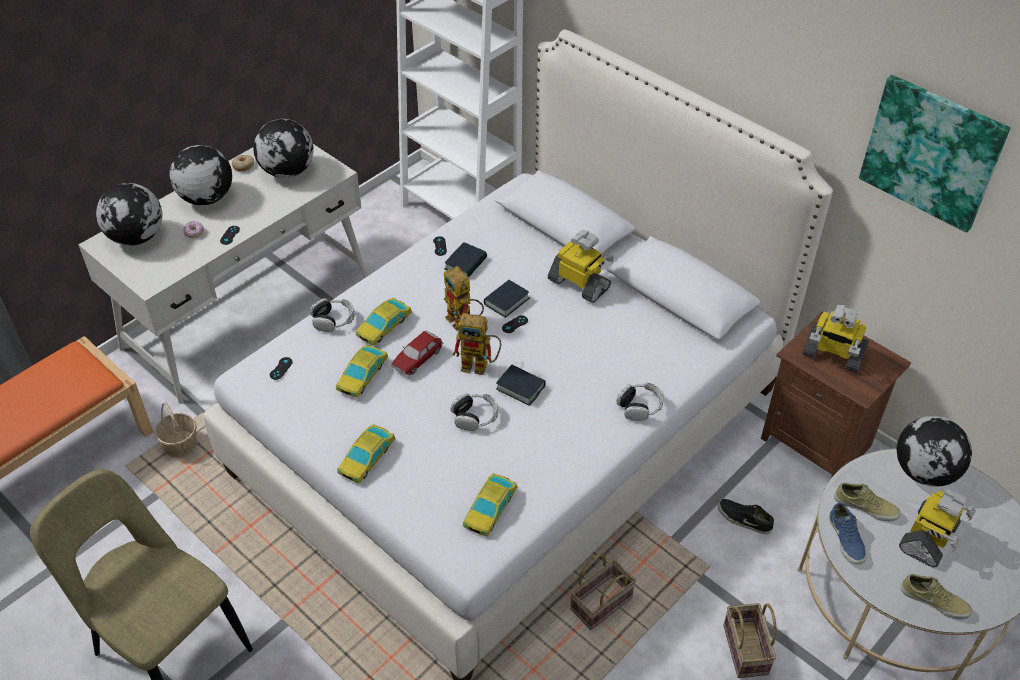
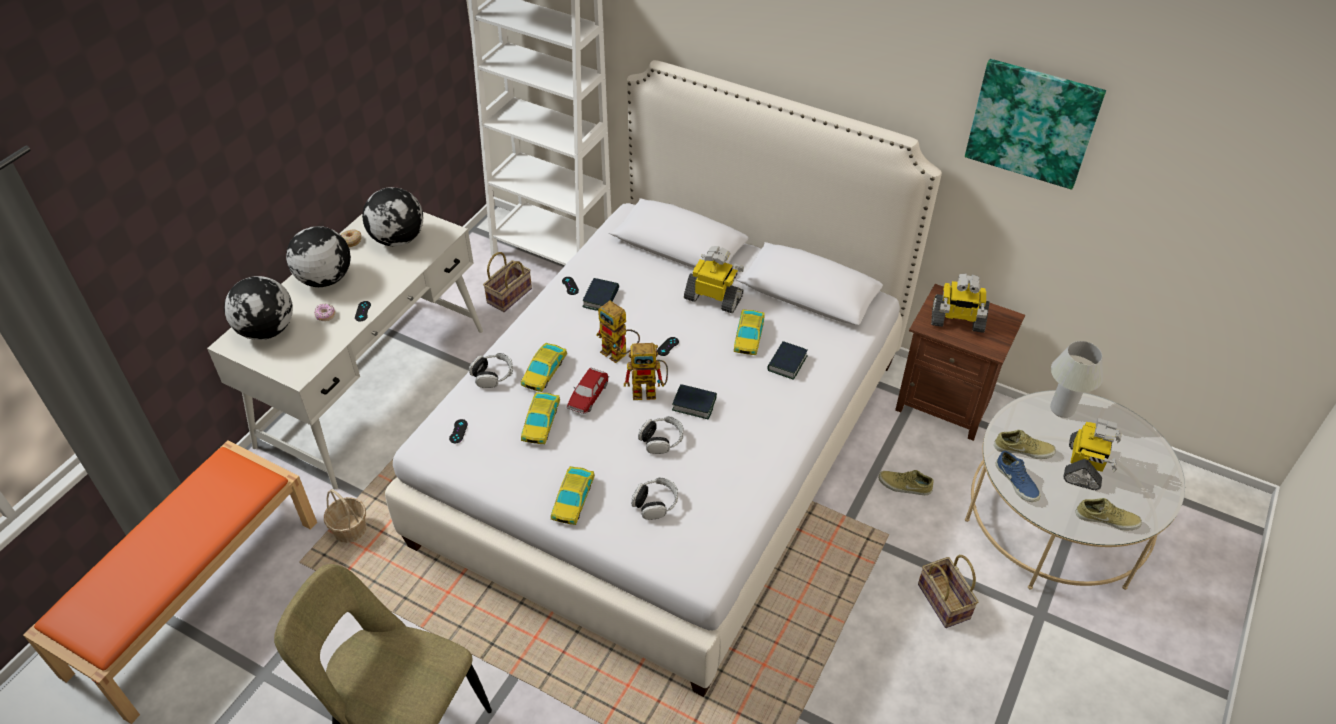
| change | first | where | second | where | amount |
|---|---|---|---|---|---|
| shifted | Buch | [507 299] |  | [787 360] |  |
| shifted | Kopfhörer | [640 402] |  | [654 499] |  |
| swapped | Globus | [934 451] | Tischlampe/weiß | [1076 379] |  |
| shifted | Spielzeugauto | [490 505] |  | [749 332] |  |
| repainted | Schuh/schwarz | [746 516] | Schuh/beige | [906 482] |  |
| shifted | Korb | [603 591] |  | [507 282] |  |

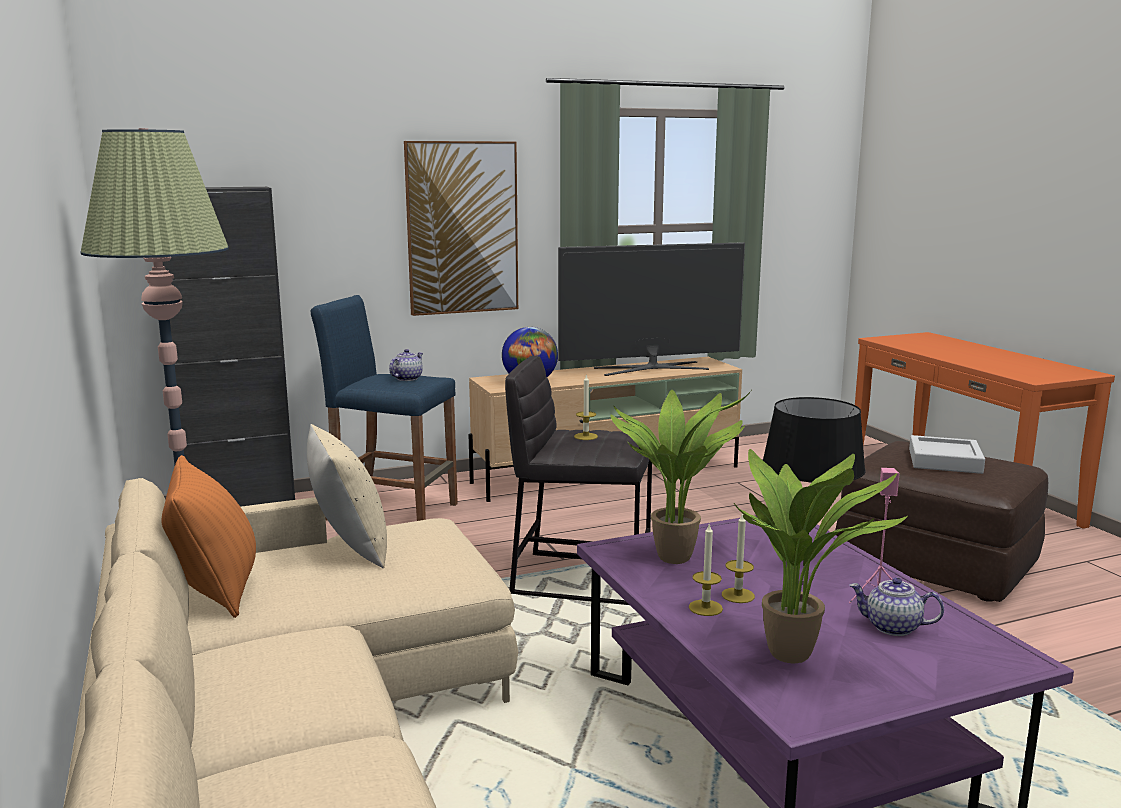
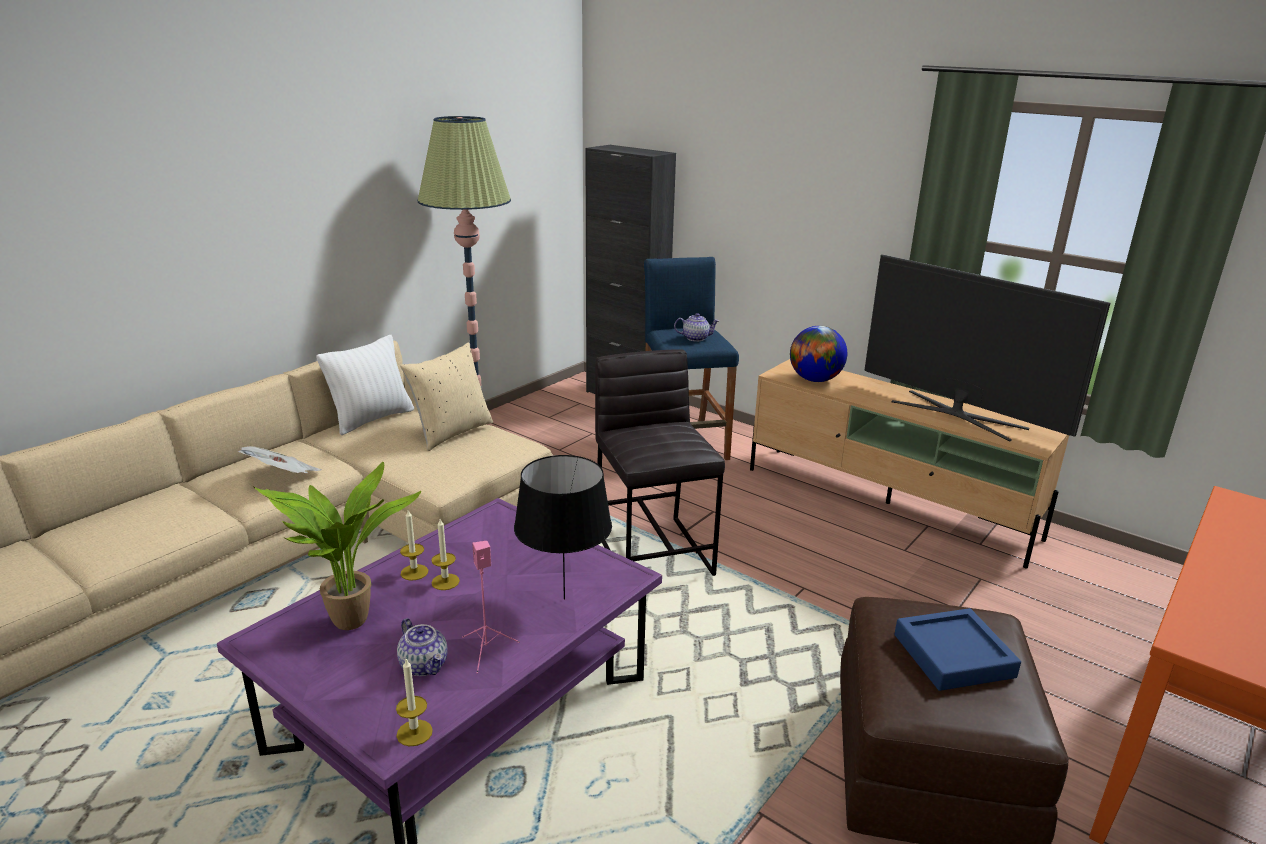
| change | first | where | second | where | amount |
|---|---|---|---|---|---|
| gone | Bild | [461 228] |  |  |  |
| shifted | Kerze | [586 407] |  | [414 702] |  |
| gone | Topfpflanze | [681 477] |  |  |  |
| repainted | Tablett/grau | [947 454] | Tablett/blau | [958 649] |  |
| repainted | Kissen/orange | [208 536] | Kissen/weiß | [365 385] |  |
| rotated | Teekanne | [896 606] |  | [422 647] | 150 degrees clockwise |
| new |  |  | Zeitung | [280 459] |  |

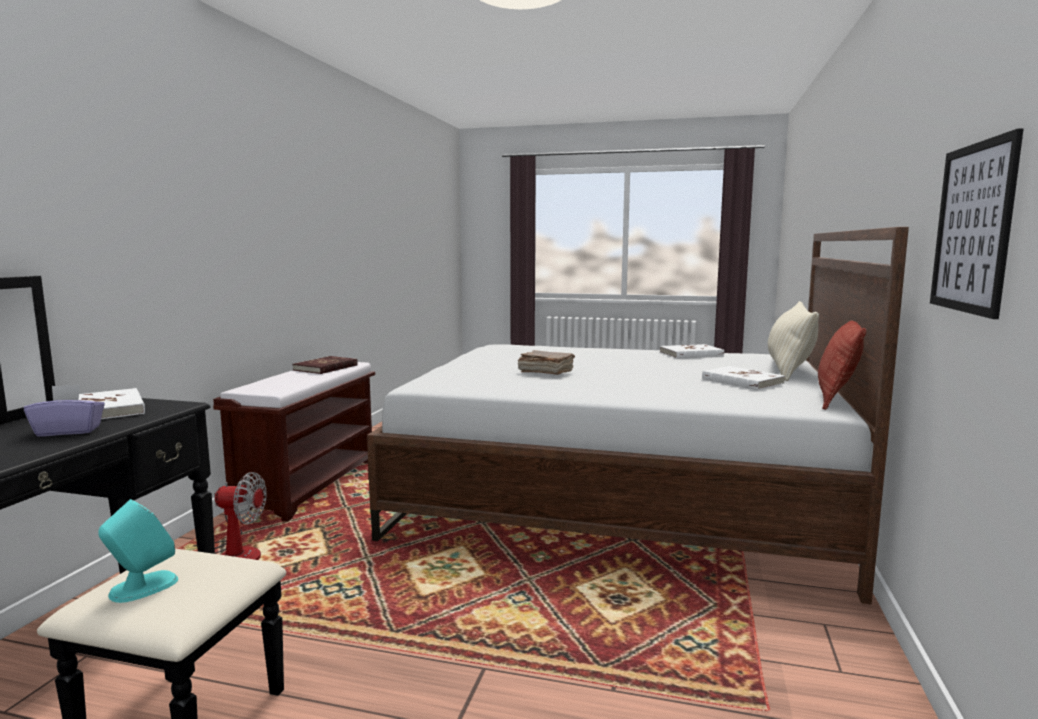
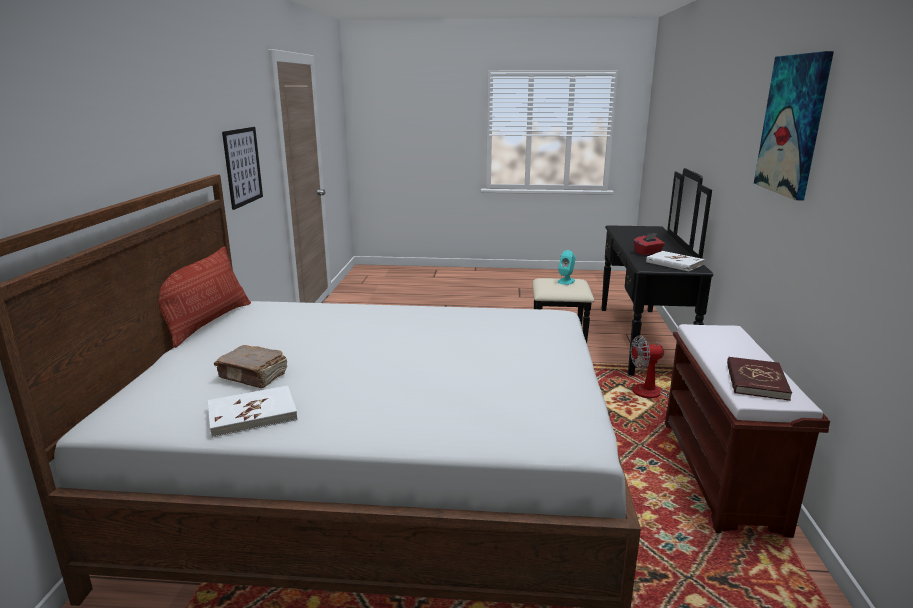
| change | first | where | second | where | amount |
|---|---|---|---|---|---|
| gone | Kissen/beige | [793 341] |  |  |  |
| shifted | Buch/braun | [546 362] |  | [250 366] |  |
| gone | Buch/weiß | [743 378] |  |  |  |
| repainted | Taschentuchbox/lila | [64 410] | Taschentuchbox/rot | [649 244] |  |
| new |  |  | Bild | [794 125] |  |

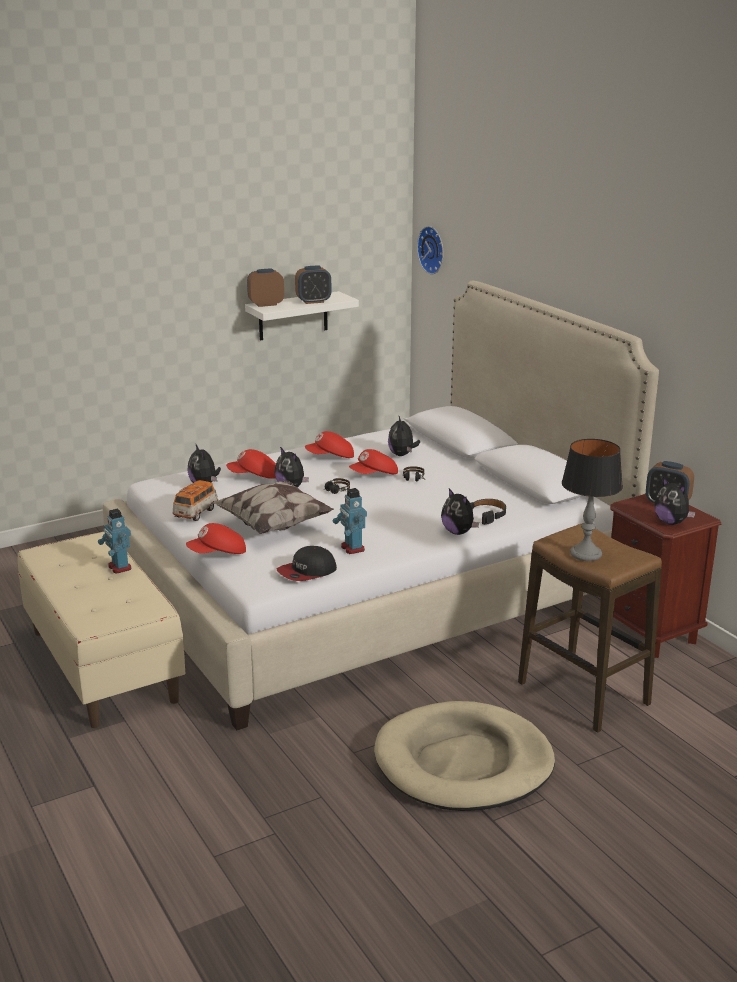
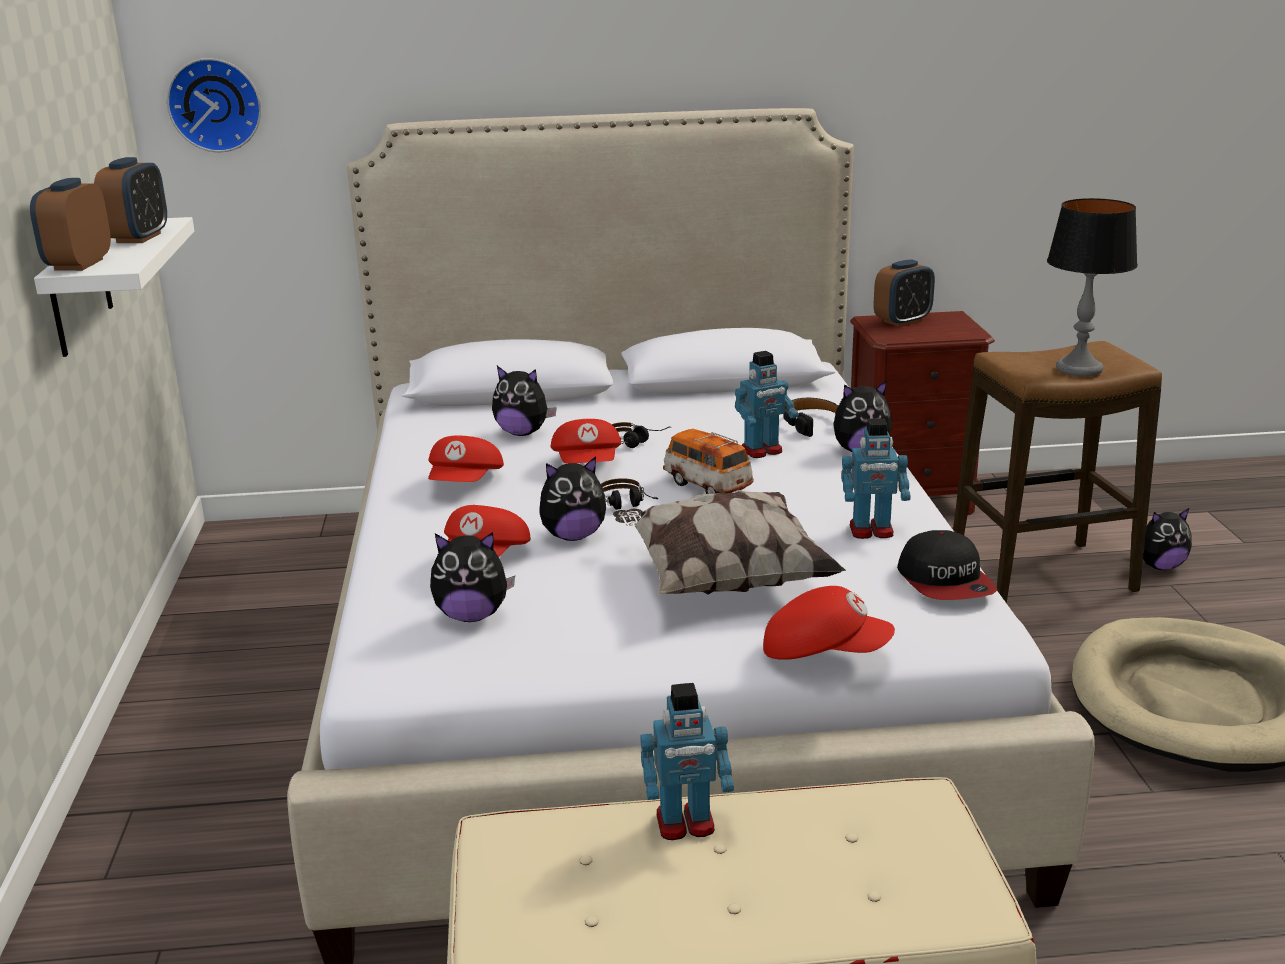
| change | first | where | second | where | amount |
|---|---|---|---|---|---|
| shifted | Plüschtier | [675 501] |  | [1167 539] |  |
| shifted | Spielzeugauto | [195 500] |  | [708 461] |  |
| rotated | Kappe/rot | [216 538] |  | [829 623] | 75 degrees counterclockwise |
| new |  |  | Spielzeugroboter | [766 404] |  |

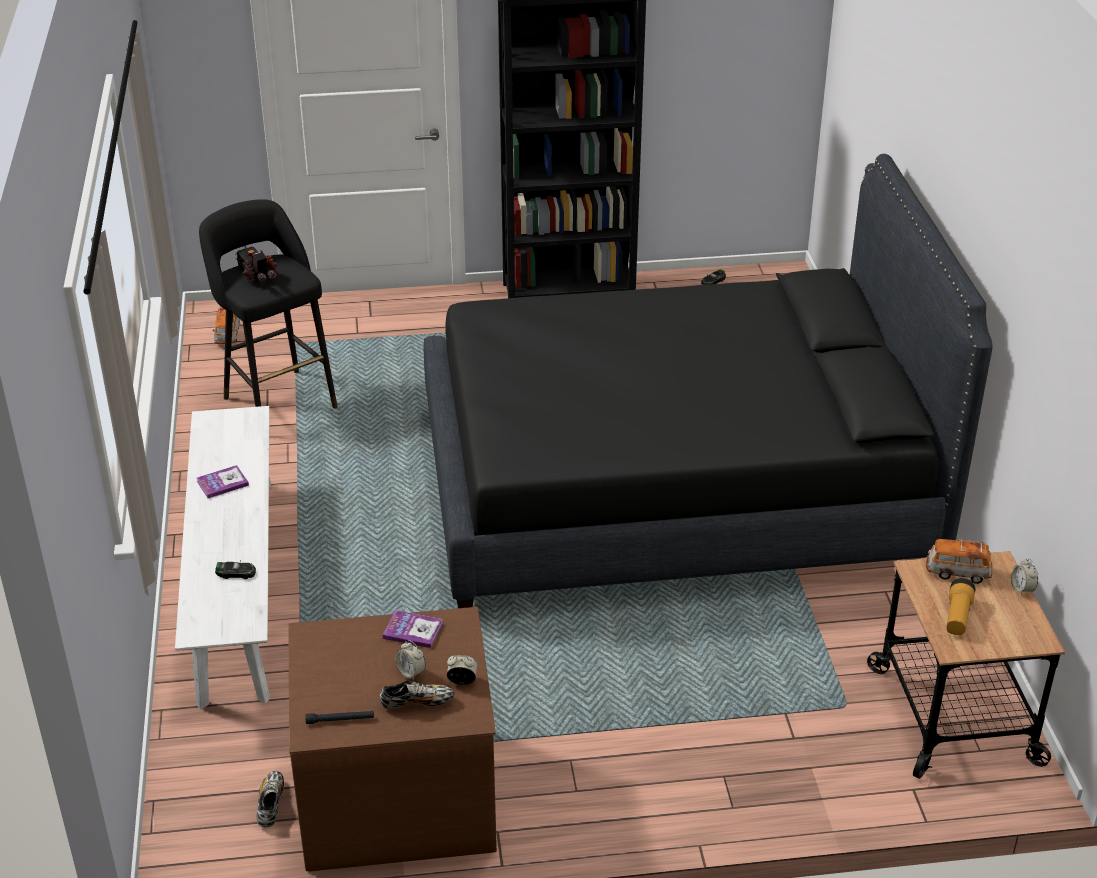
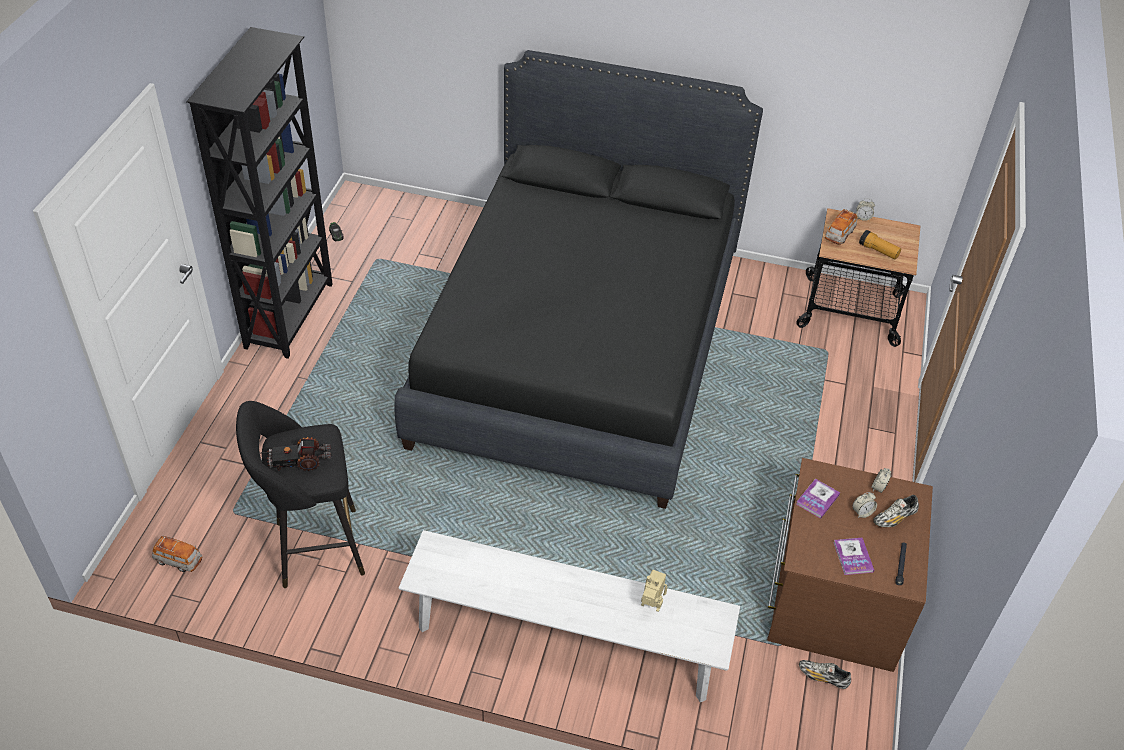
| change | first | where | second | where | amount |
|---|---|---|---|---|---|
| shifted | Buch | [223 481] |  | [853 556] |  |
| swapped | Spielzeugauto | [235 570] | Spielzeugroboter | [654 591] |  |
| rotated | Schuh | [417 695] |  | [896 511] | 135 degrees counterclockwise |

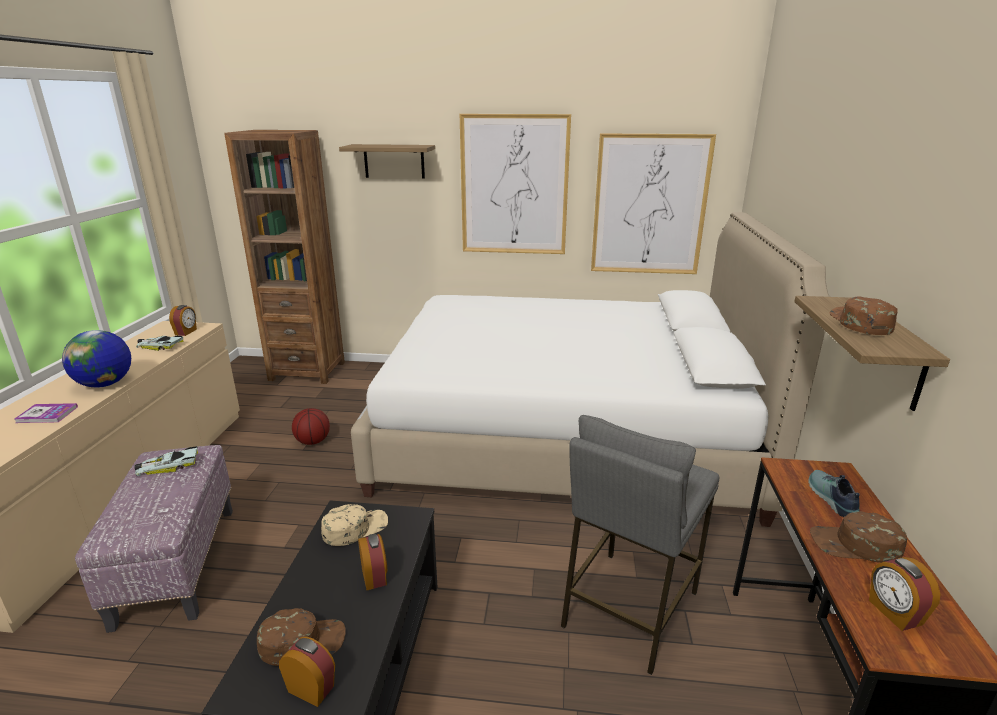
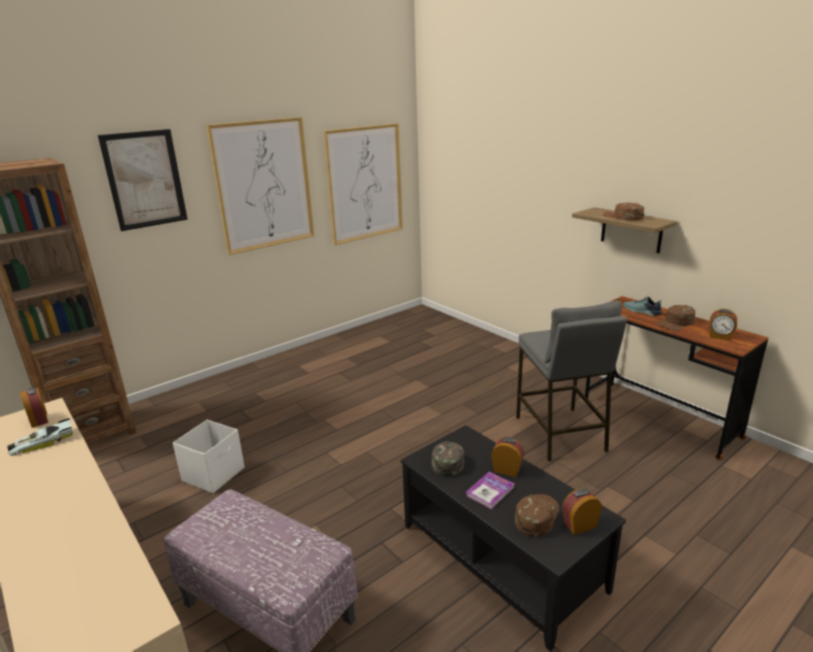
| change | first | where | second | where | amount |
|---|---|---|---|---|---|
| swapped | Wandregal | [387 161] | Bild | [143 180] |  |
| gone | Bett/weiß | [590 369] |  |  |  |
| gone | Globus | [96 359] |  |  |  |
| shifted | Buch | [46 413] |  | [489 490] |  |
| swapped | Basketball | [311 426] | Aufbewahrungsbox/weiß | [209 456] |  |
| gone | Spielzeugauto | [166 461] |  |  |  |
| repainted | Kappe/beige | [354 525] | Kappe/grün | [447 458] |  |

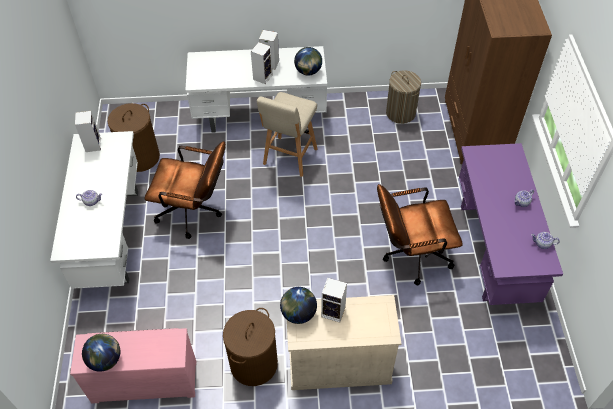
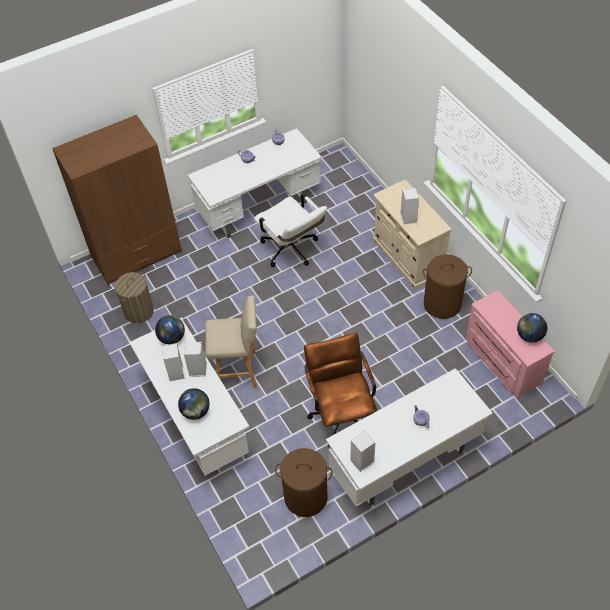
| change | first | where | second | where | amount |
|---|---|---|---|---|---|
| repainted | Schreibtisch/lila | [511 224] | Schreibtisch/weiß | [255 183] |  |
| repainted | Bürostuhl/braun | [420 234] | Bürostuhl/weiß | [290 230] |  |
| shifted | Globus | [298 305] |  | [194 404] |  |

